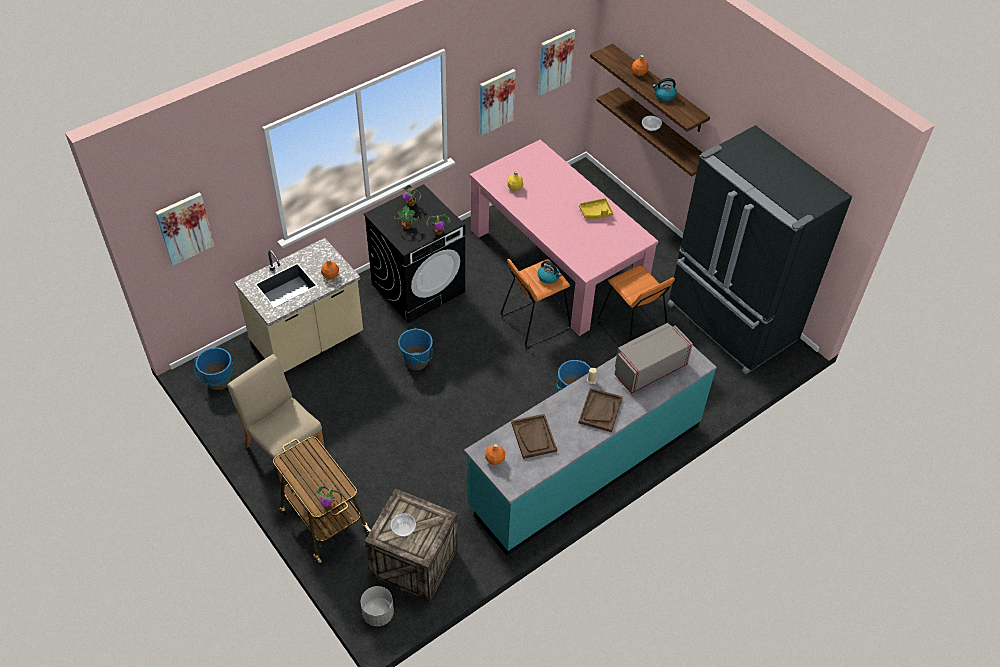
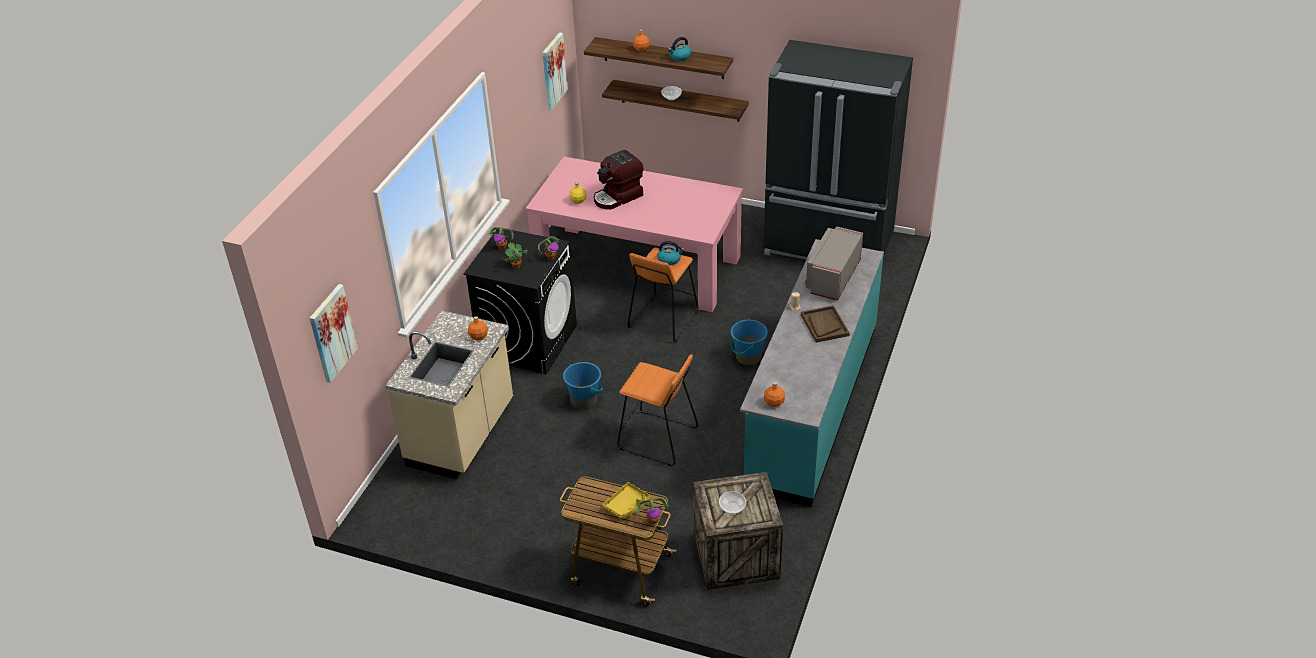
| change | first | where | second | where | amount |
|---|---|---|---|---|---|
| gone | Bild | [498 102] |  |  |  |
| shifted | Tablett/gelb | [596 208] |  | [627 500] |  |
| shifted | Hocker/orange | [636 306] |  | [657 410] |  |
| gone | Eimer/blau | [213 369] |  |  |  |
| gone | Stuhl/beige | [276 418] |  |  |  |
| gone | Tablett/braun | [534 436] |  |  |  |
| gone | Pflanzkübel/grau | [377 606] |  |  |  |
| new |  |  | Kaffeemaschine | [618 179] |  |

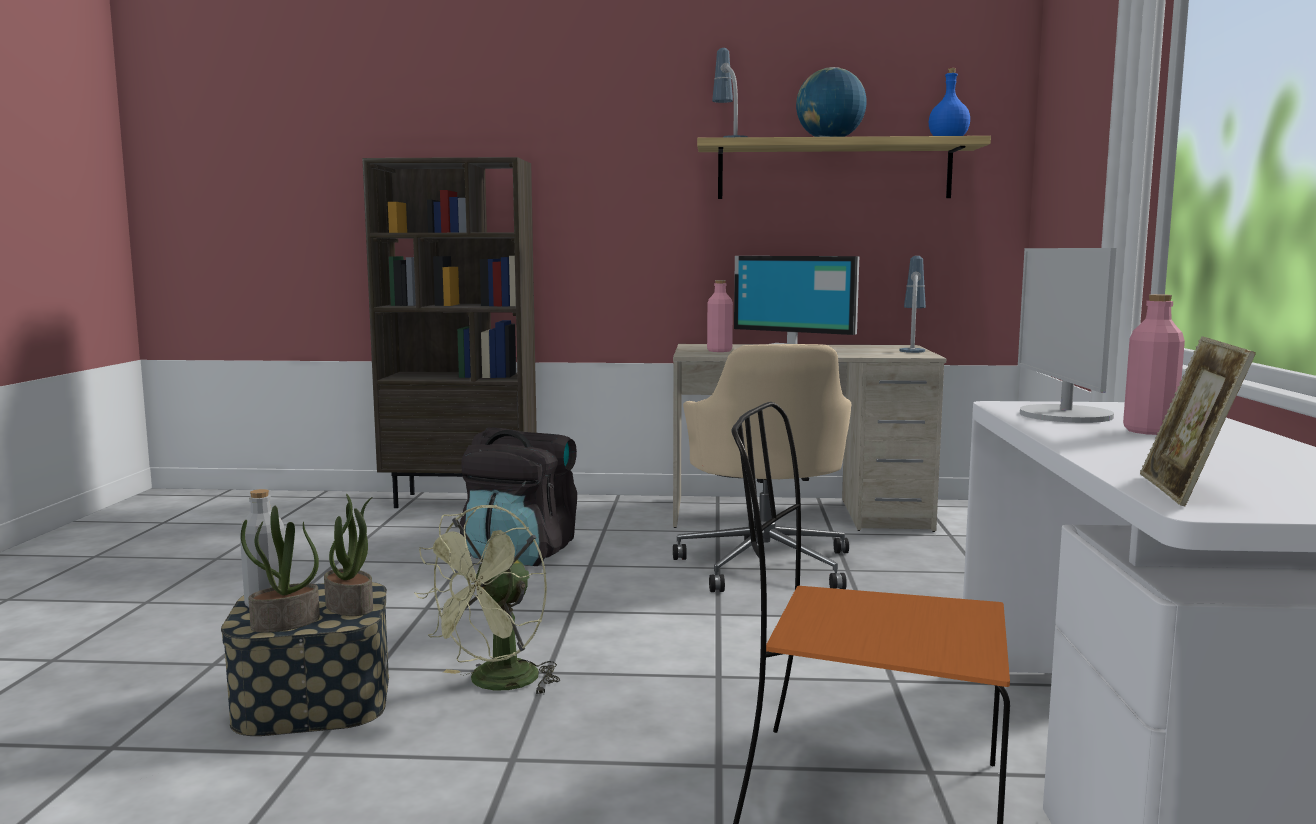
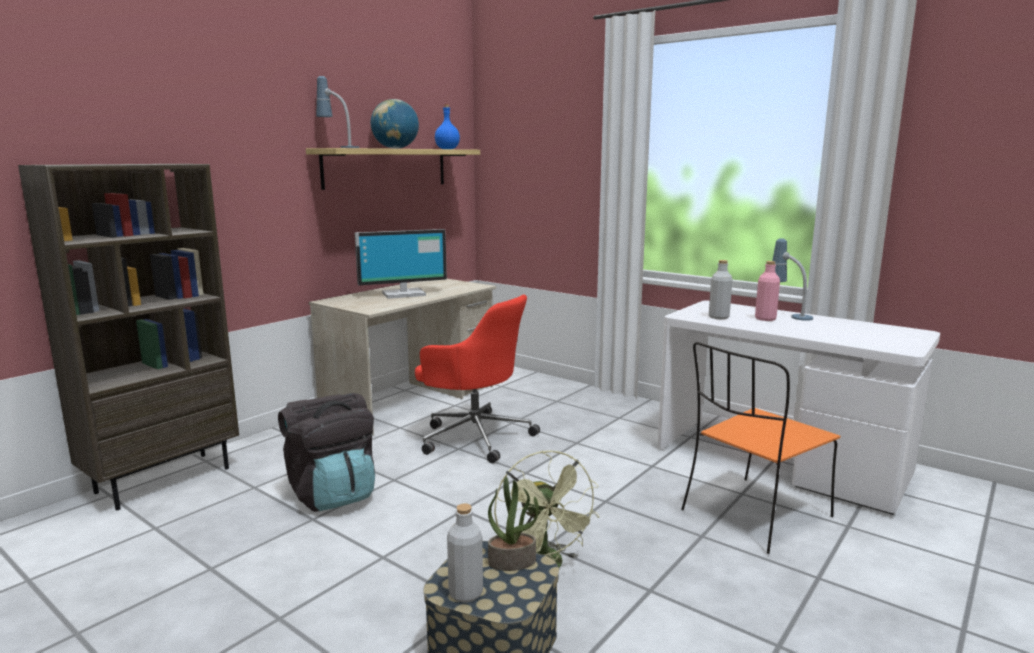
| change | first | where | second | where | amount |
|---|---|---|---|---|---|
| swapped | Monitor | [1067 335] | Flasche/grau | [721 289] |  |
| shifted | Tischlampe | [913 304] |  | [792 279] |  |
| gone | Flasche/rosa | [720 316] |  |  |  |
| gone | Bilderrahmen | [1198 421] |  |  |  |
| repainted | Bürostuhl/beige | [762 468] | Bürostuhl/rot | [477 378] |  |
| gone | Topfpflanze | [280 569] |  |  |  |

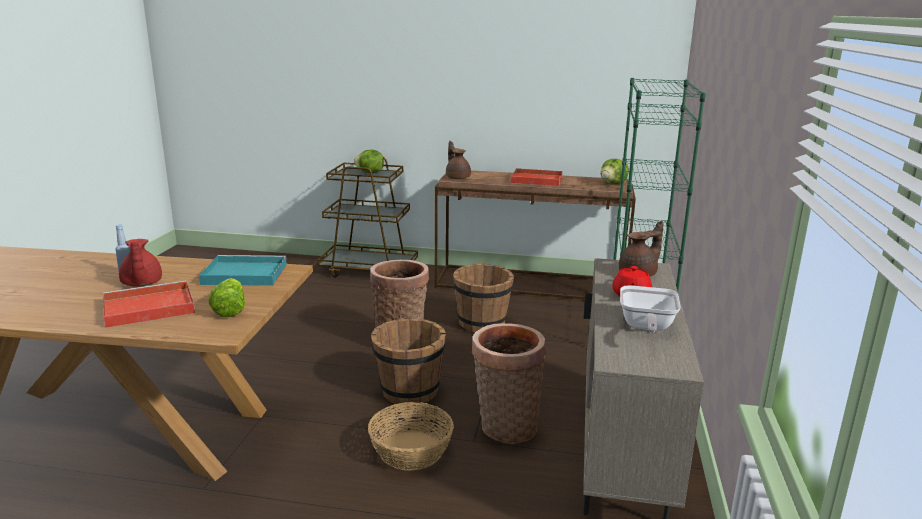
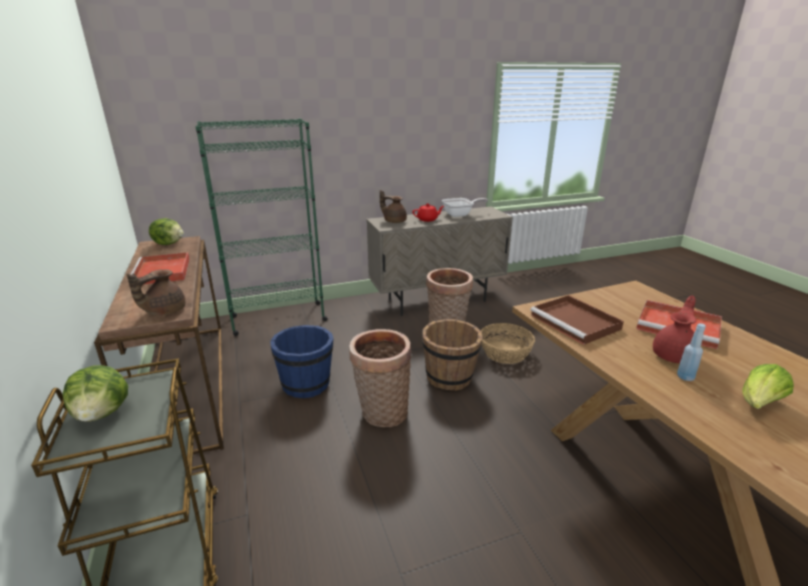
| change | first | where | second | where | amount |
|---|---|---|---|---|---|
| repainted | Tablett/türkis | [243 270] | Tablett/braun | [577 320] |  |
| repainted | Eimer/braun | [483 297] | Eimer/blau | [301 361] |  |
| shifted | Salatkopf | [227 297] |  | [768 386] |  |

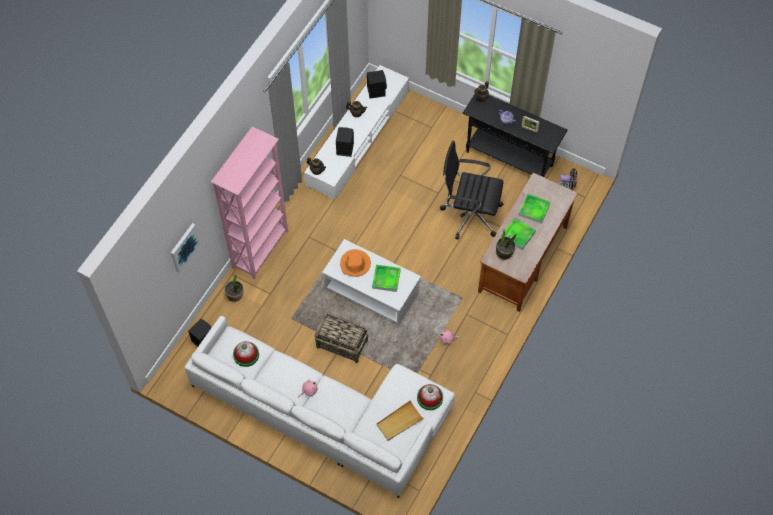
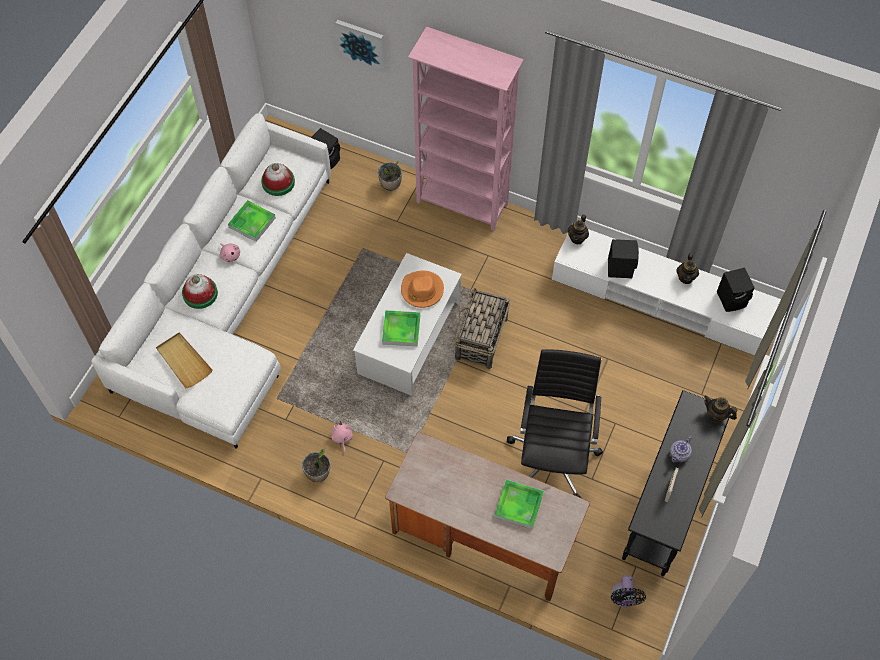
| change | first | where | second | where | amount |
|---|---|---|---|---|---|
| shifted | Tablett | [518 234] |  | [252 221] |  |
| shifted | Topfpflanze | [506 245] |  | [316 465] |  |
| shifted | Korb | [341 338] |  | [482 328] |  |
| shifted | Hut | [430 397] |  | [200 291] |  |

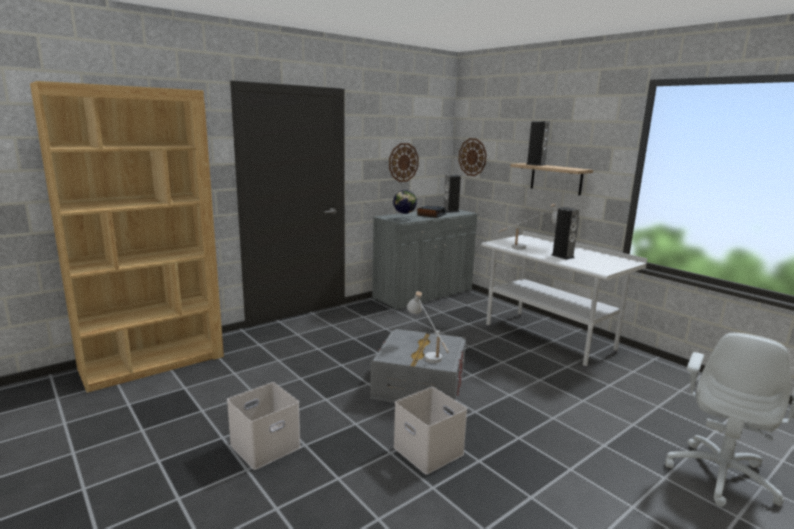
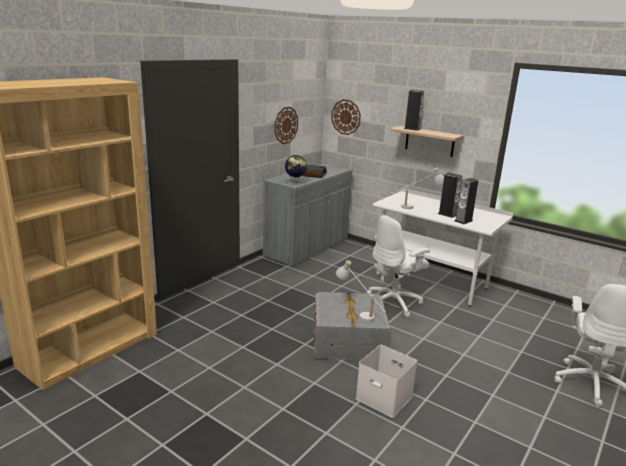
| change | first | where | second | where | amount |
|---|---|---|---|---|---|
| shifted | Lautsprecher | [452 194] |  | [466 201] |  |
| gone | Aufbewahrungsbox/weiß | [264 426] |  |  |  |
| new |  |  | Bürostuhl/weiß | [398 266] |  |

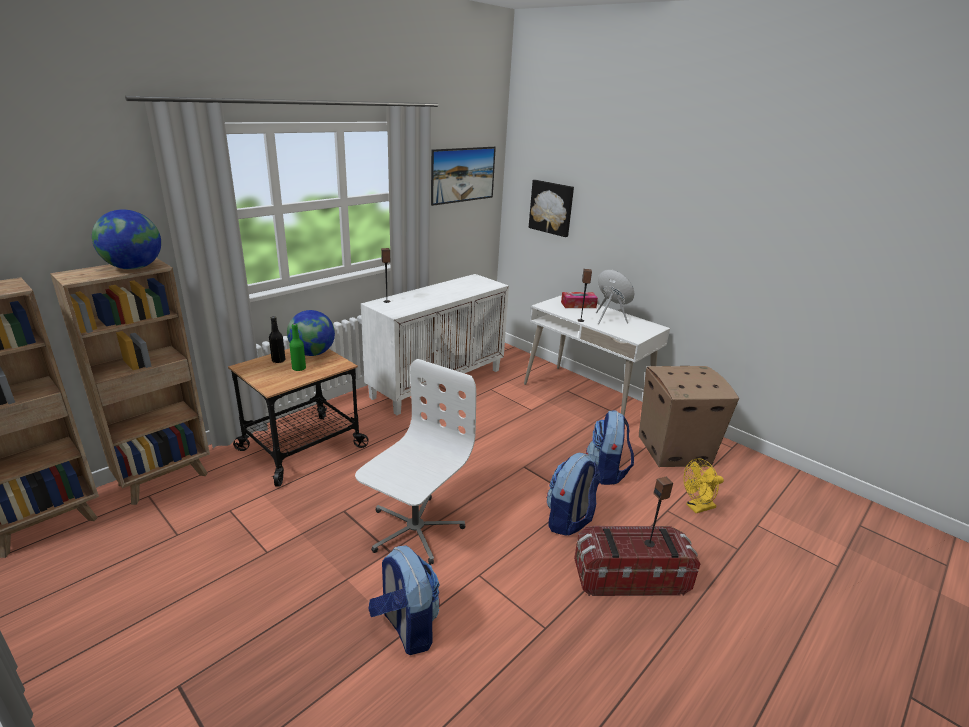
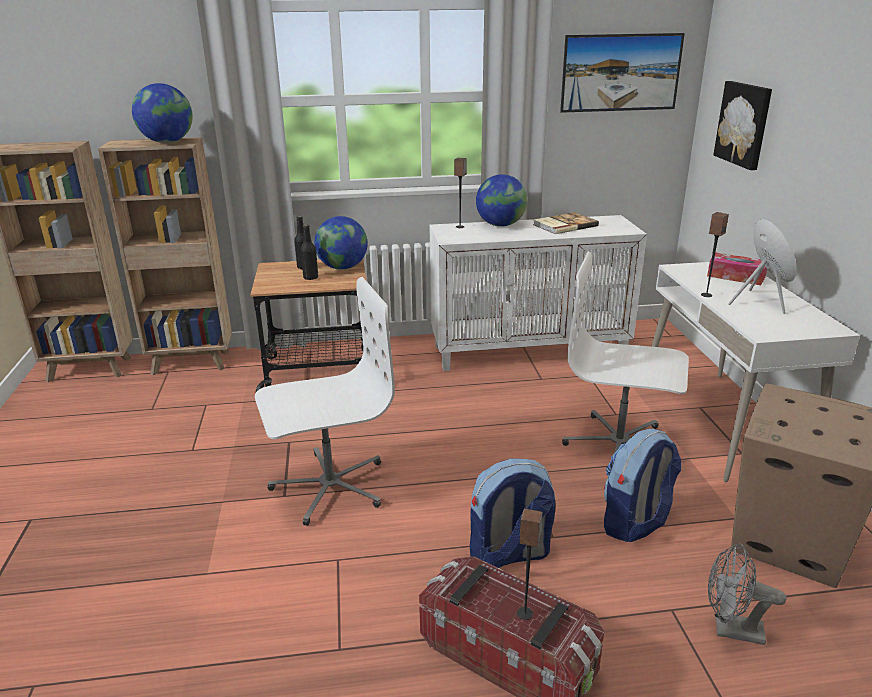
| change | first | where | second | where | amount |
|---|---|---|---|---|---|
| repainted | Flasche/grün | [298 347] | Flasche/schwarz | [309 252] |  |
| repainted | Ventilator/gelb | [704 485] | Ventilator/grau | [747 594] |  |
| gone | Rucksack | [404 600] |  |  |  |
| new |  |  | Globus | [501 200] |  |
| new |  |  | Buch | [566 223] |  |
| new |  |  | Bürostuhl/weiß | [625 352] |  |

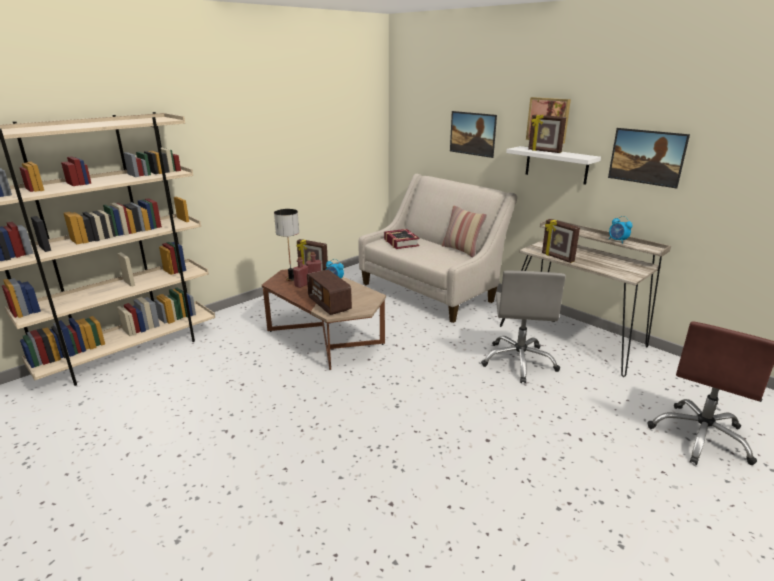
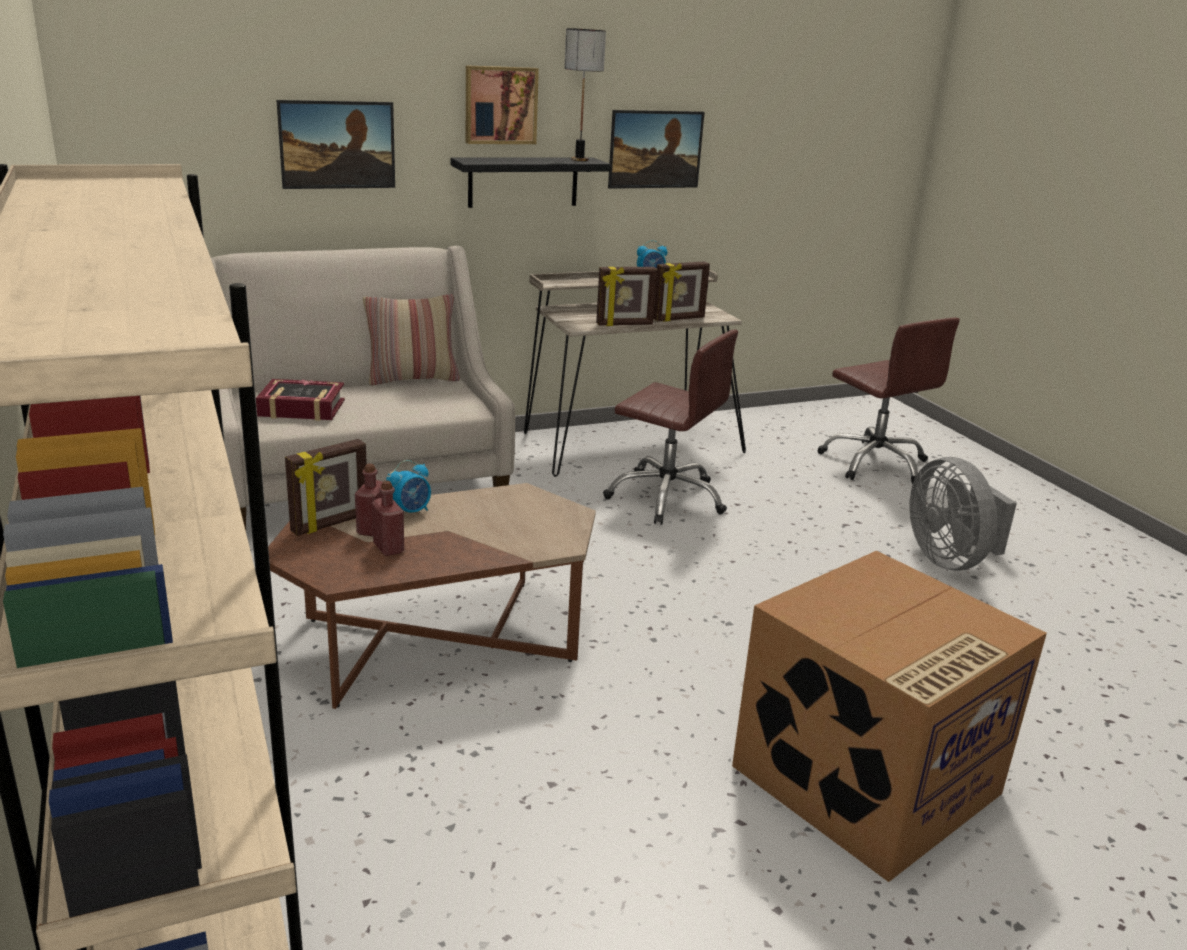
| change | first | where | second | where | amount |
|---|---|---|---|---|---|
| shifted | Bilderrahmen | [547 133] |  | [681 291] |  |
| repainted | Wandregal/weiß | [553 165] | Wandregal/schwarz | [531 183] |  |
| shifted | Tischlampe | [286 245] |  | [585 94] |  |
| gone | Radio | [329 292] |  |  |  |
| repainted | Bürostuhl/grau | [523 327] | Bürostuhl/braun | [670 427] |  |
| new |  |  | Ventilator/grau | [963 514] |  |
| new |  |  | Karton | [889 716] |  |

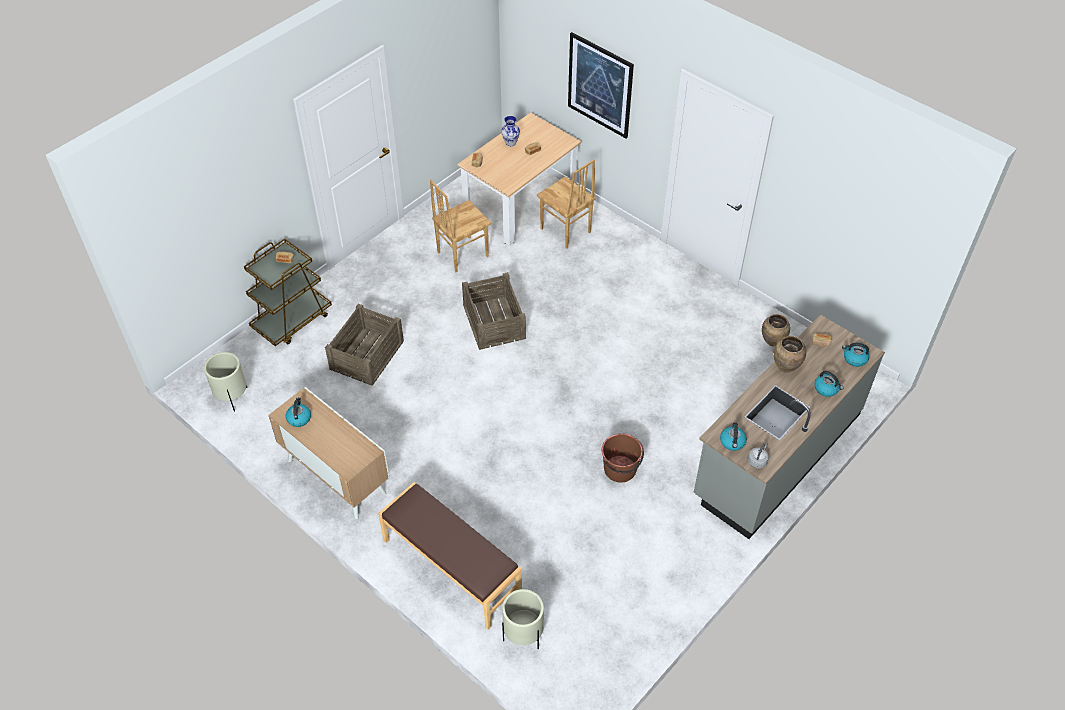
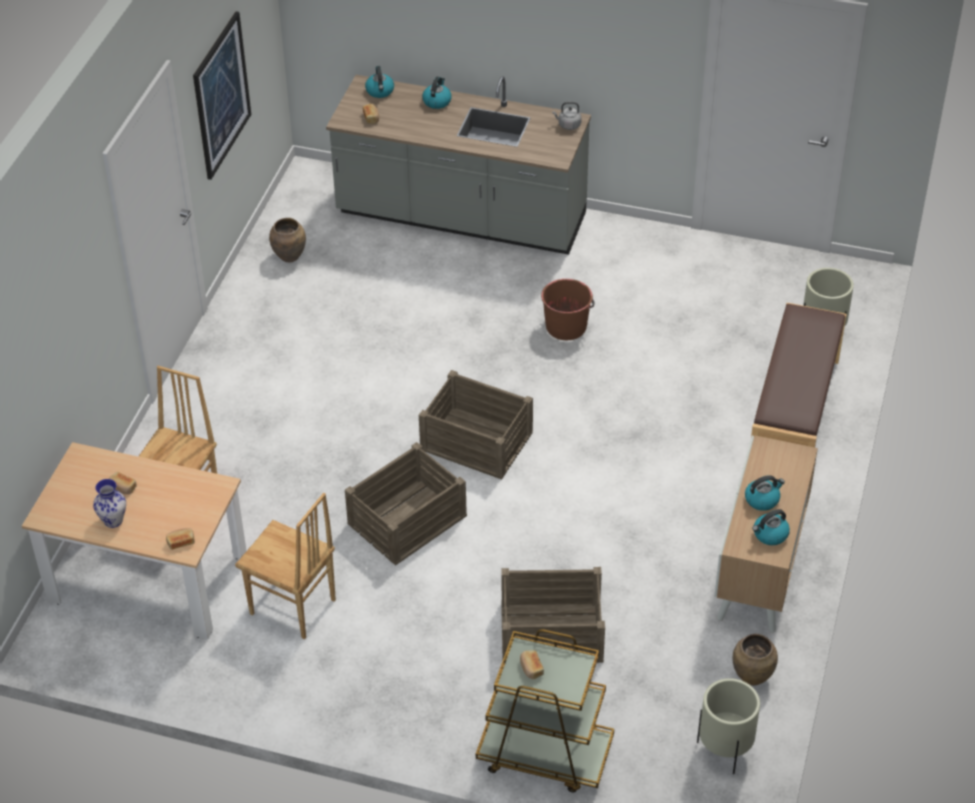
| change | first | where | second | where | amount |
|---|---|---|---|---|---|
| shifted | Bild | [601 85] |  | [222 95] |  |
| shifted | Vase/braun | [790 354] |  | [755 660] |  |
| shifted | Wasserkessel | [733 437] |  | [765 493] |  |
| new |  |  | Kiste | [476 424] |  |

